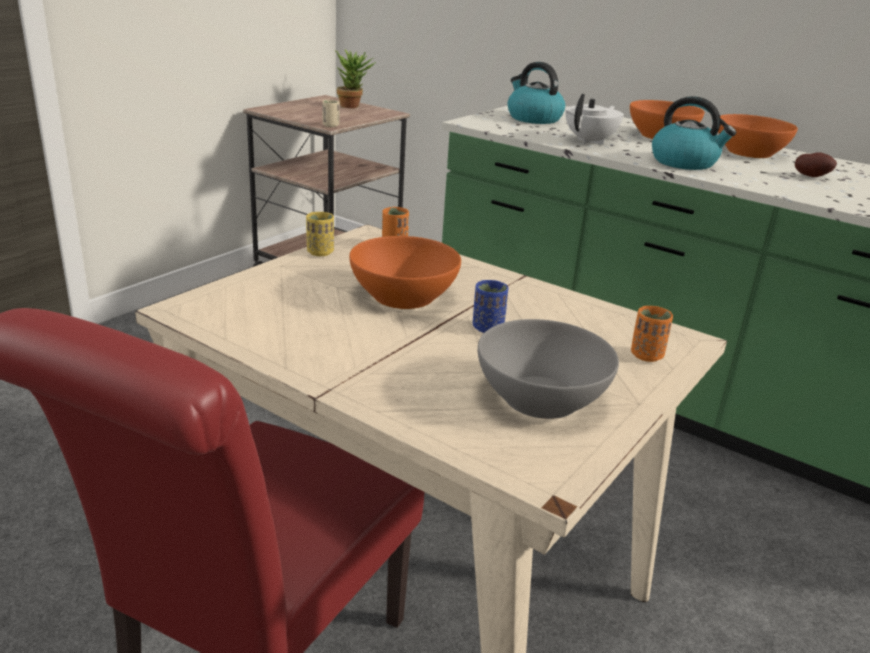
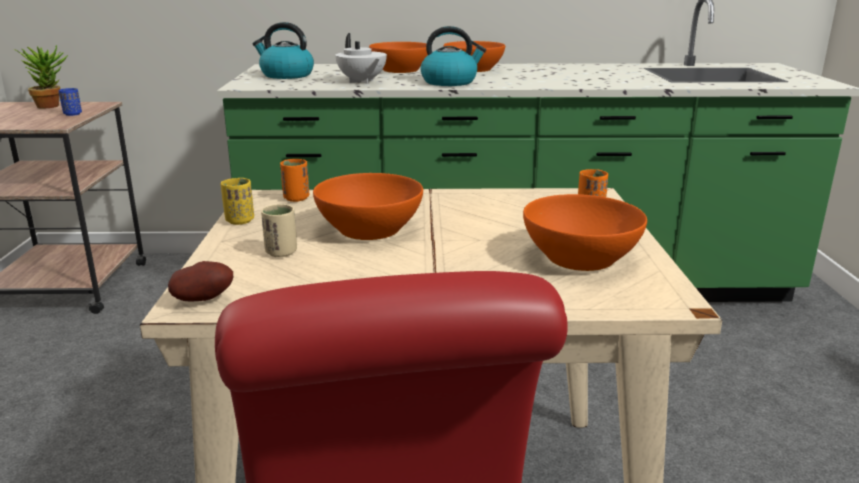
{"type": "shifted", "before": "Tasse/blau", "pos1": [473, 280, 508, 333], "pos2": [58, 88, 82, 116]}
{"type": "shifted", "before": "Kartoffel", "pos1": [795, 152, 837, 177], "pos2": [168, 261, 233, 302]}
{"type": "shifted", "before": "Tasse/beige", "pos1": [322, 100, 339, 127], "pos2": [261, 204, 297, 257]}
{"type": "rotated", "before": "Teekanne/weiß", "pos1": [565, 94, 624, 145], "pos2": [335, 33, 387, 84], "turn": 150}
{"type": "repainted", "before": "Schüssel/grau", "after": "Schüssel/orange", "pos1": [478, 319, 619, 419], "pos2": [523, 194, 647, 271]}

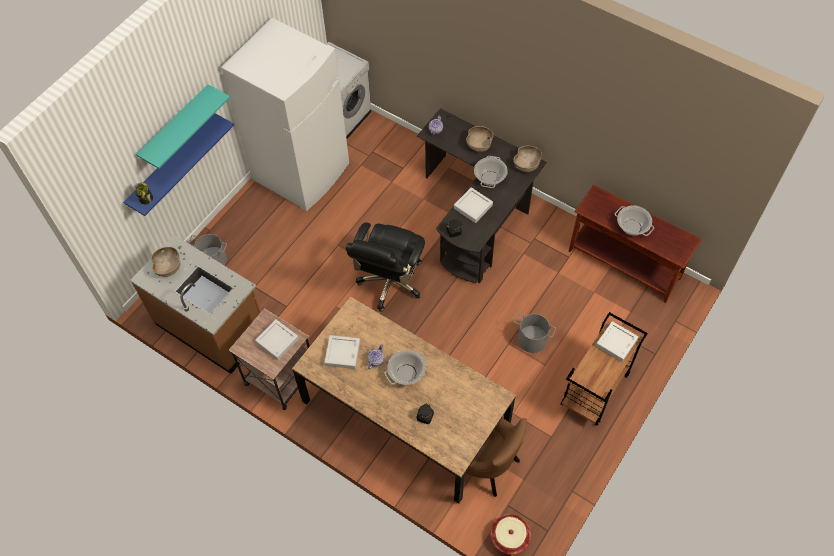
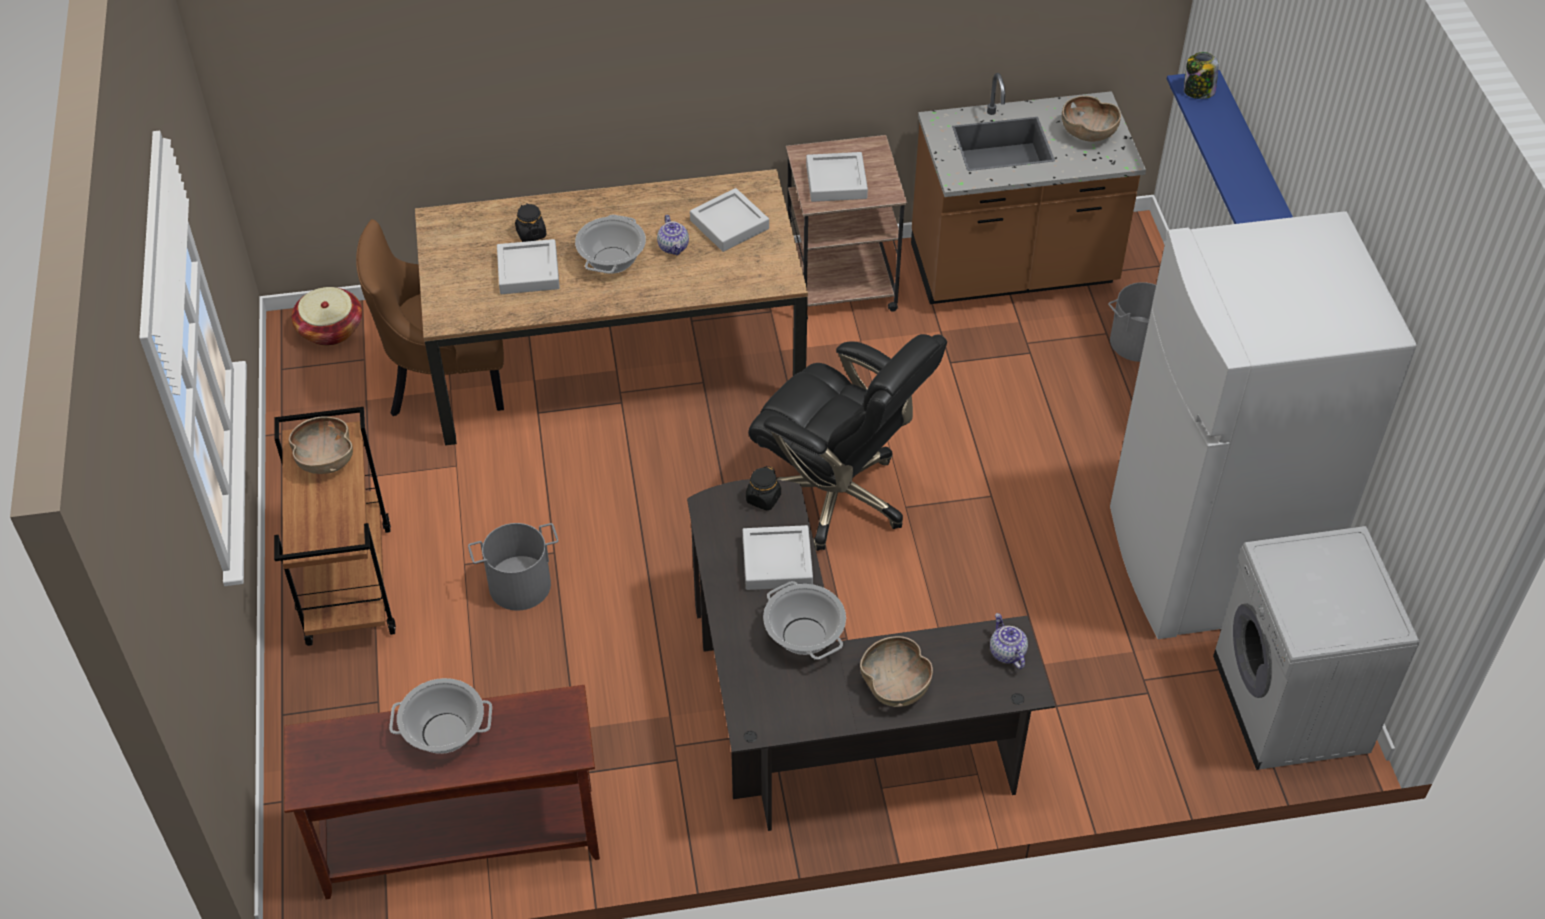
{"type": "shifted", "before": "Schüssel/braun", "pos1": [514, 146, 542, 172], "pos2": [289, 417, 353, 474]}
{"type": "shifted", "before": "Tablett/grau", "pos1": [596, 321, 638, 362], "pos2": [497, 239, 560, 294]}
{"type": "rotated", "before": "Bürostuhl/schwarz", "pos1": [346, 223, 425, 312], "pos2": [748, 334, 947, 551], "turn": 150}
{"type": "gone", "before": "Wandregal/türkis", "pos1": [136, 84, 230, 169]}

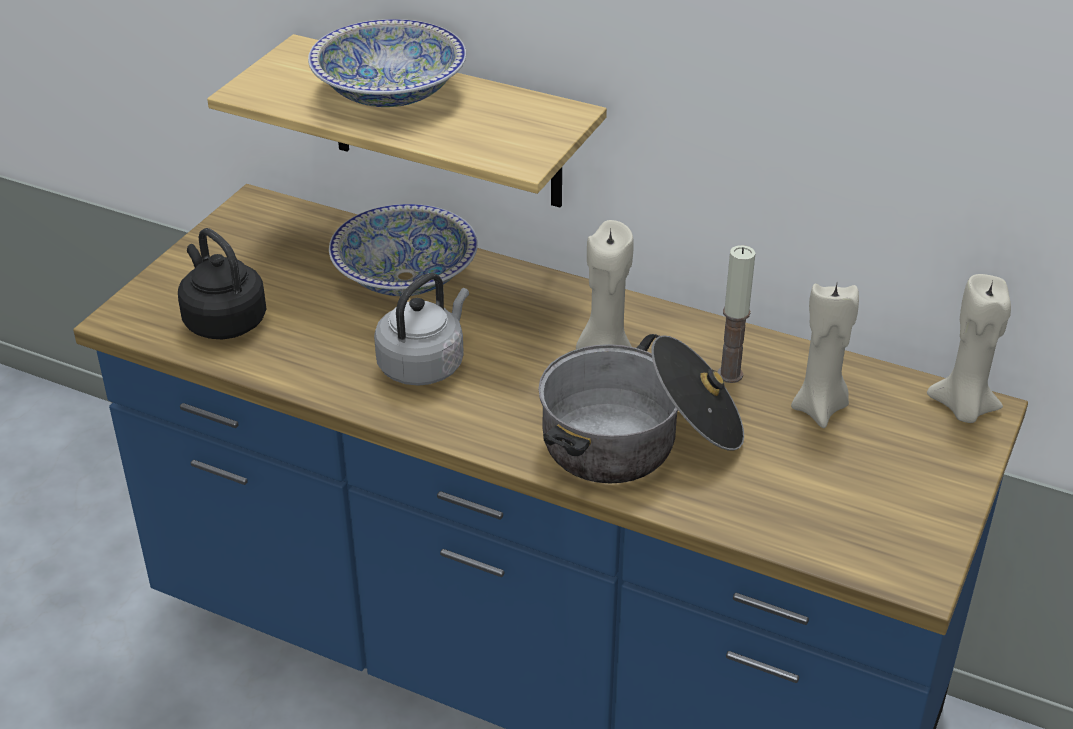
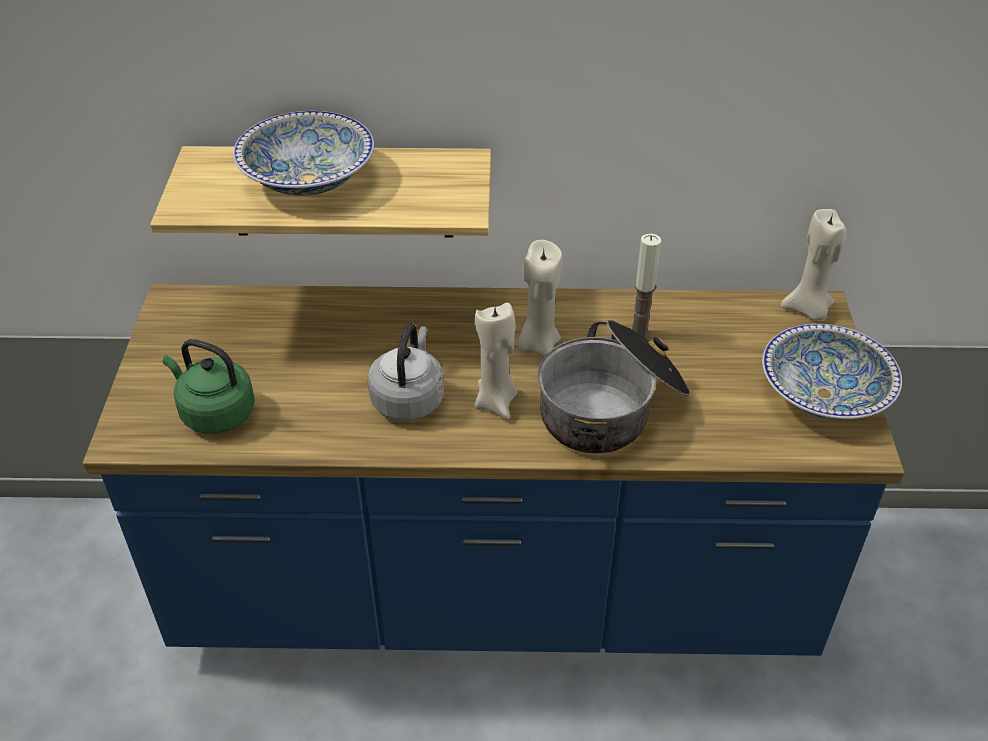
{"type": "repainted", "before": "Wasserkessel/schwarz", "after": "Wasserkessel/grün", "pos1": [178, 228, 267, 339], "pos2": [163, 339, 255, 434]}
{"type": "shifted", "before": "Kerze/beige", "pos1": [791, 283, 859, 428], "pos2": [474, 303, 518, 419]}
{"type": "shifted", "before": "Schüssel", "pos1": [329, 204, 478, 296], "pos2": [762, 324, 902, 420]}

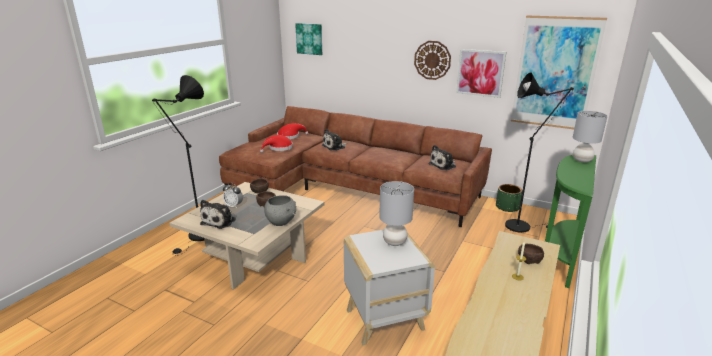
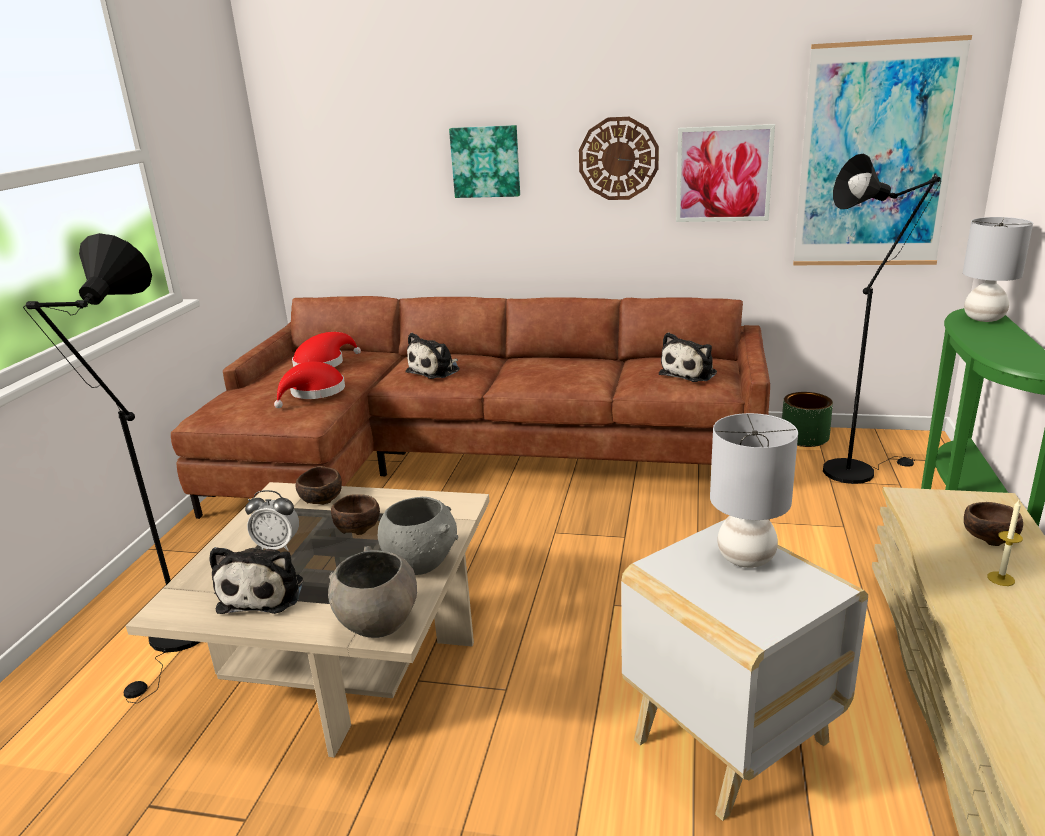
{"type": "new", "after": "Schüssel/grau", "pos2": [328, 546, 417, 638]}
{"type": "shifted", "before": "Bild", "pos1": [295, 23, 322, 55], "pos2": [449, 125, 520, 198]}

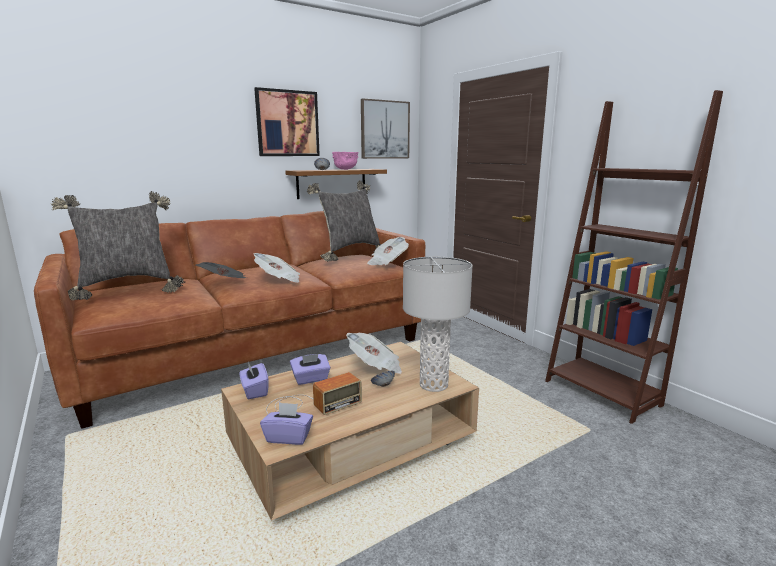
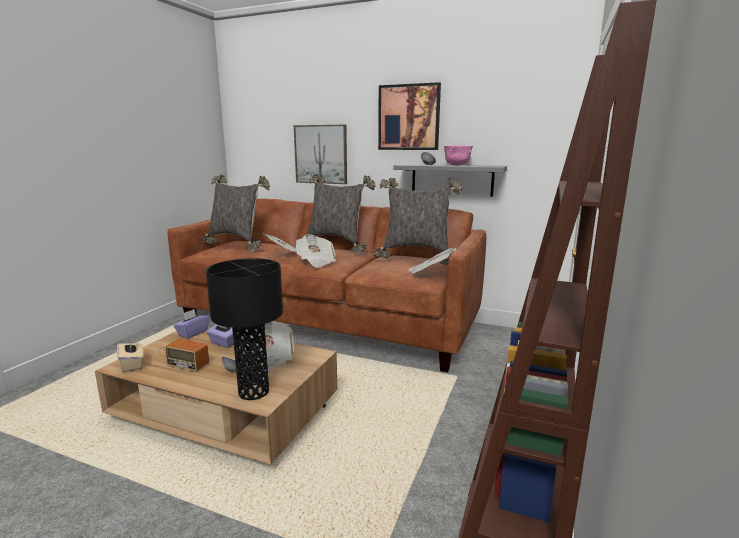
{"type": "repainted", "before": "Taschentuchbox/lila", "after": "Taschentuchbox/beige", "pos1": [260, 402, 313, 445], "pos2": [117, 339, 144, 372]}
{"type": "repainted", "before": "Tischlampe/weiß", "after": "Tischlampe/schwarz", "pos1": [403, 256, 473, 392], "pos2": [206, 258, 283, 400]}
{"type": "shifted", "before": "Bild", "pos1": [361, 99, 410, 159], "pos2": [294, 125, 347, 184]}
{"type": "new", "after": "Kissen", "pos2": [299, 174, 375, 254]}
{"type": "repainted", "before": "Wandregal/braun", "after": "Wandregal/grau", "pos1": [285, 169, 387, 199], "pos2": [393, 164, 507, 197]}

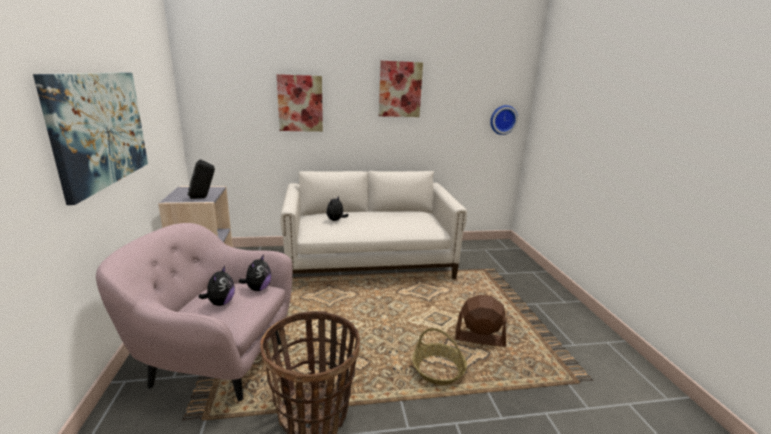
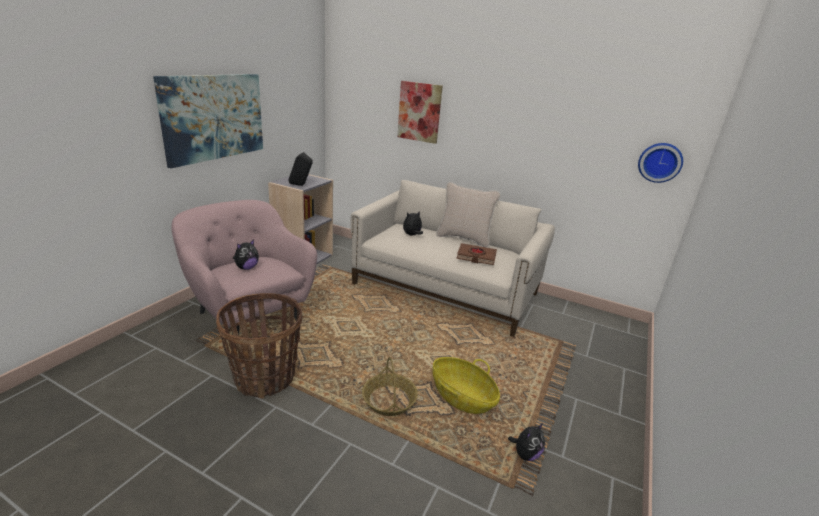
{"type": "swapped", "before": "Ventilator/braun", "after": "Korb", "pos1": [456, 295, 507, 347], "pos2": [432, 357, 500, 414]}
{"type": "new", "after": "Kissen/beige", "pos2": [436, 182, 500, 248]}
{"type": "new", "after": "Buch/braun", "pos2": [457, 243, 497, 265]}
{"type": "shifted", "before": "Plüschtier", "pos1": [239, 254, 271, 291], "pos2": [508, 423, 545, 461]}
{"type": "gone", "before": "Bild", "pos1": [379, 61, 423, 117]}

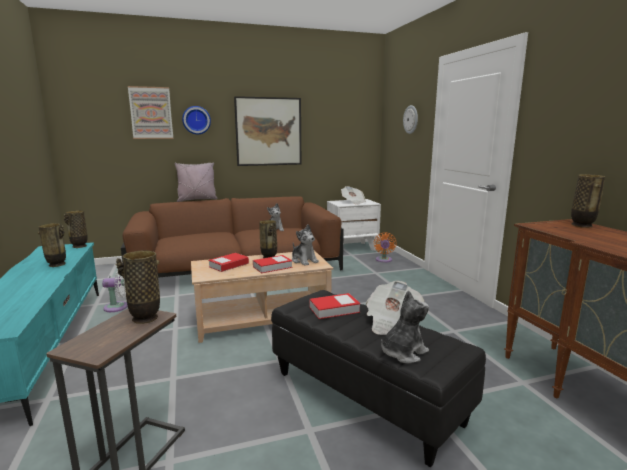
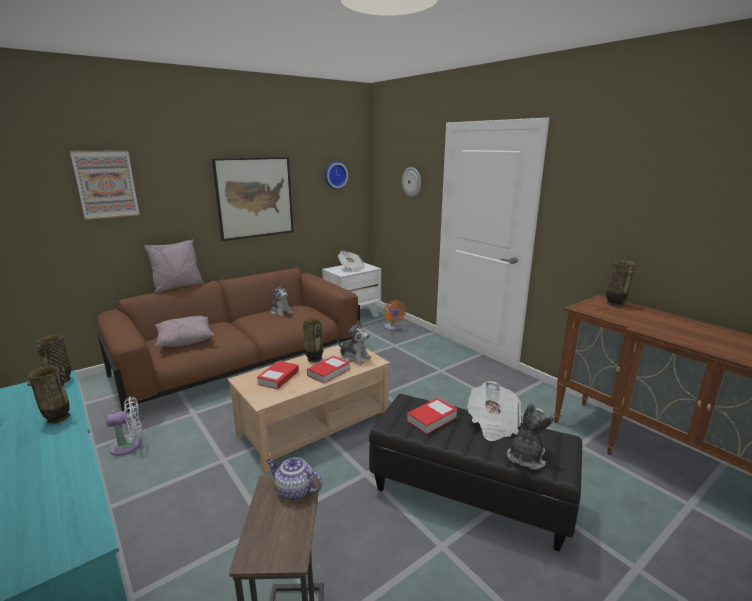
{"type": "new", "after": "Kissen/lila", "pos2": [155, 316, 215, 347]}
{"type": "swapped", "before": "Vase", "after": "Teekanne", "pos1": [115, 251, 160, 324], "pos2": [266, 457, 322, 501]}
{"type": "shifted", "before": "Wanduhr", "pos1": [182, 106, 211, 134], "pos2": [325, 161, 348, 190]}

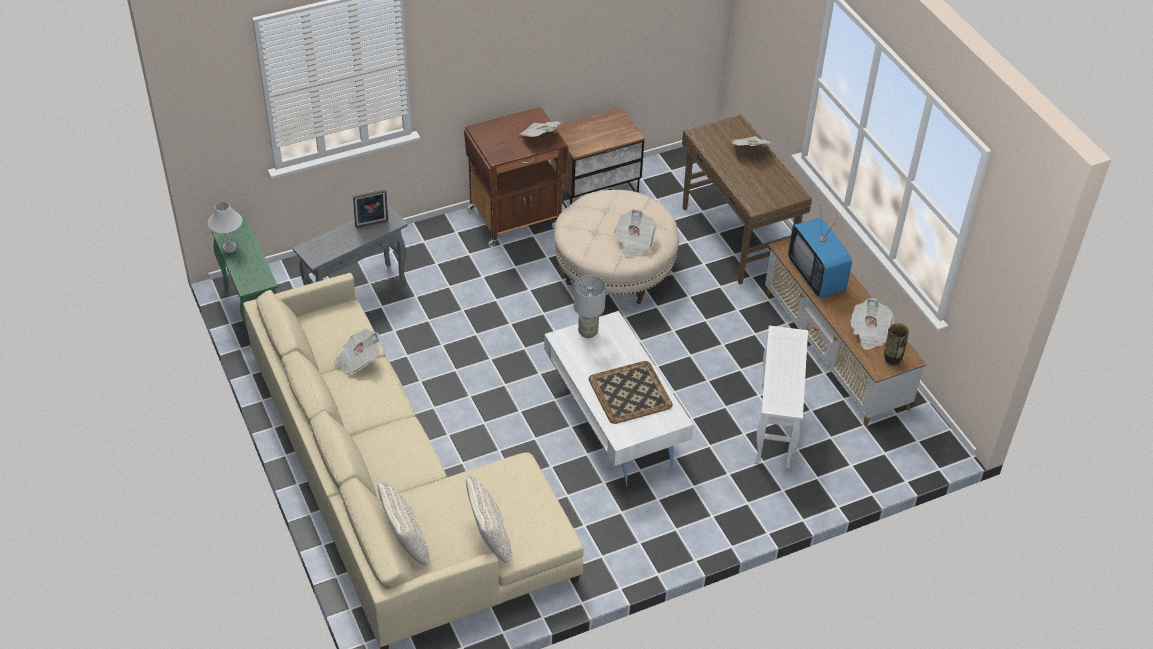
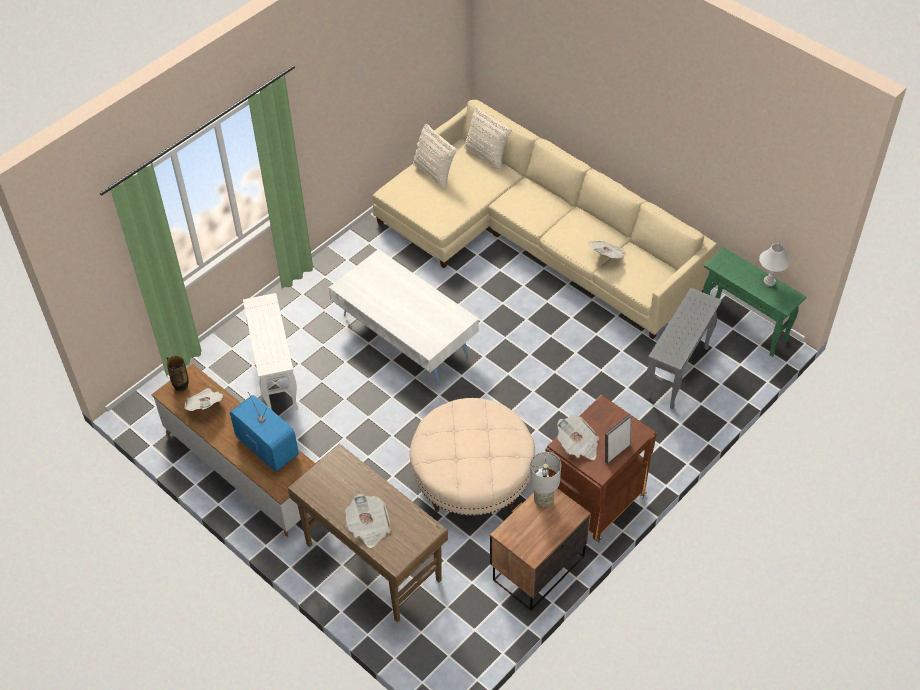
{"type": "shifted", "before": "Tischlampe/grau", "pos1": [574, 275, 606, 338], "pos2": [529, 452, 561, 507]}
{"type": "shifted", "before": "Bilderrahmen", "pos1": [353, 189, 388, 228], "pos2": [605, 414, 632, 464]}
{"type": "gone", "before": "Tablett", "pos1": [589, 361, 673, 424]}
{"type": "gone", "before": "Zeitung", "pos1": [614, 209, 657, 257]}

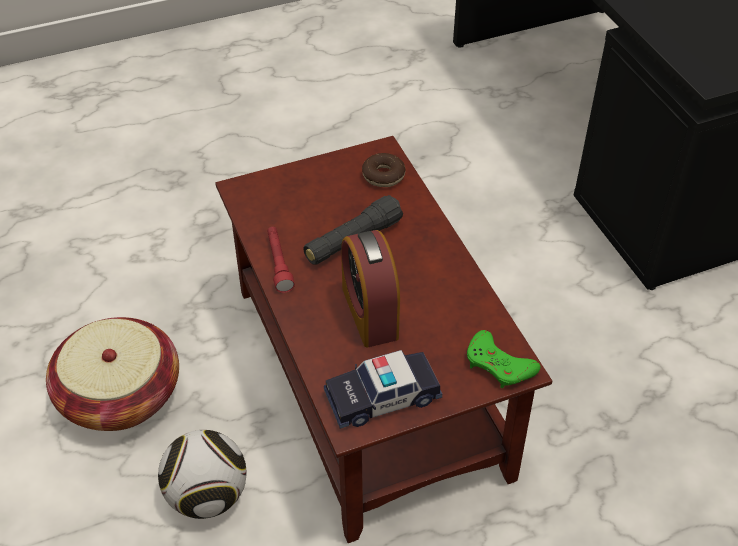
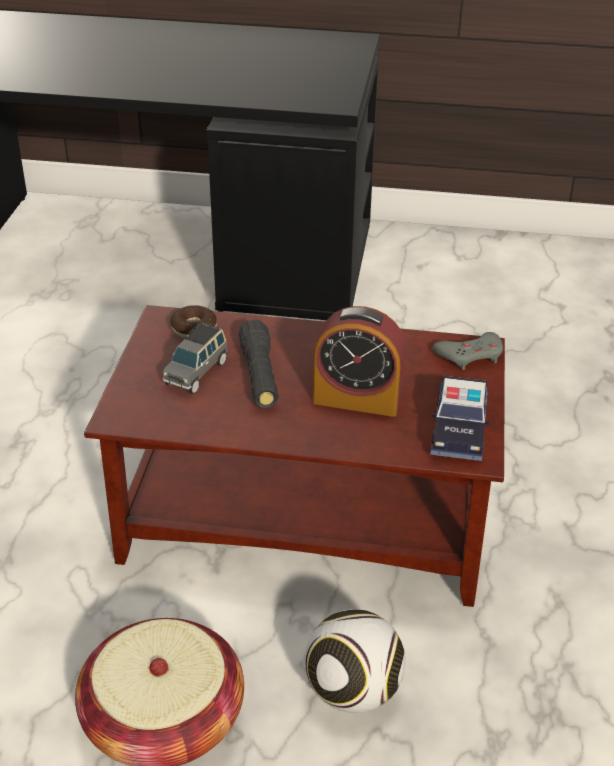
{"type": "new", "after": "Spielzeugauto/grau", "pos2": [163, 322, 228, 394]}
{"type": "repainted", "before": "Gamepad/grün", "after": "Gamepad/grau", "pos1": [467, 330, 540, 389], "pos2": [433, 332, 503, 370]}
{"type": "gone", "before": "Taschenlampe/rot", "pos1": [267, 227, 295, 293]}

